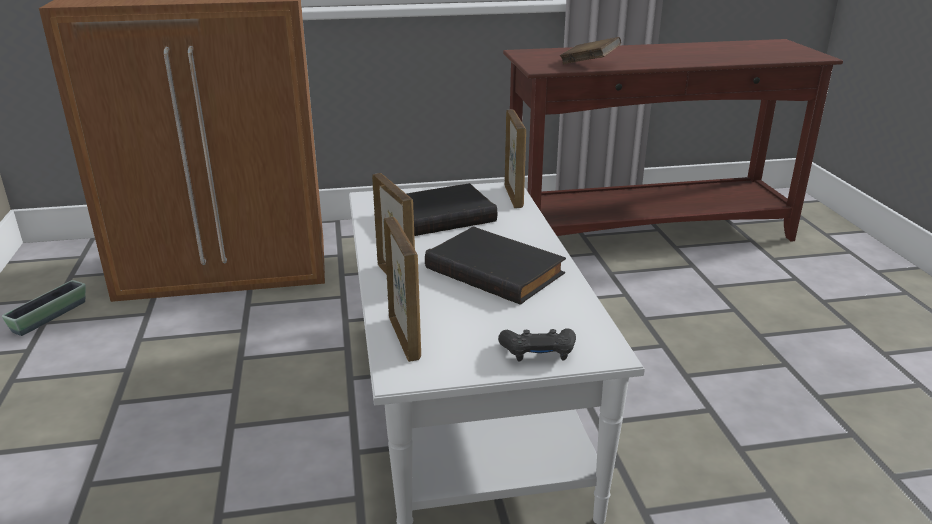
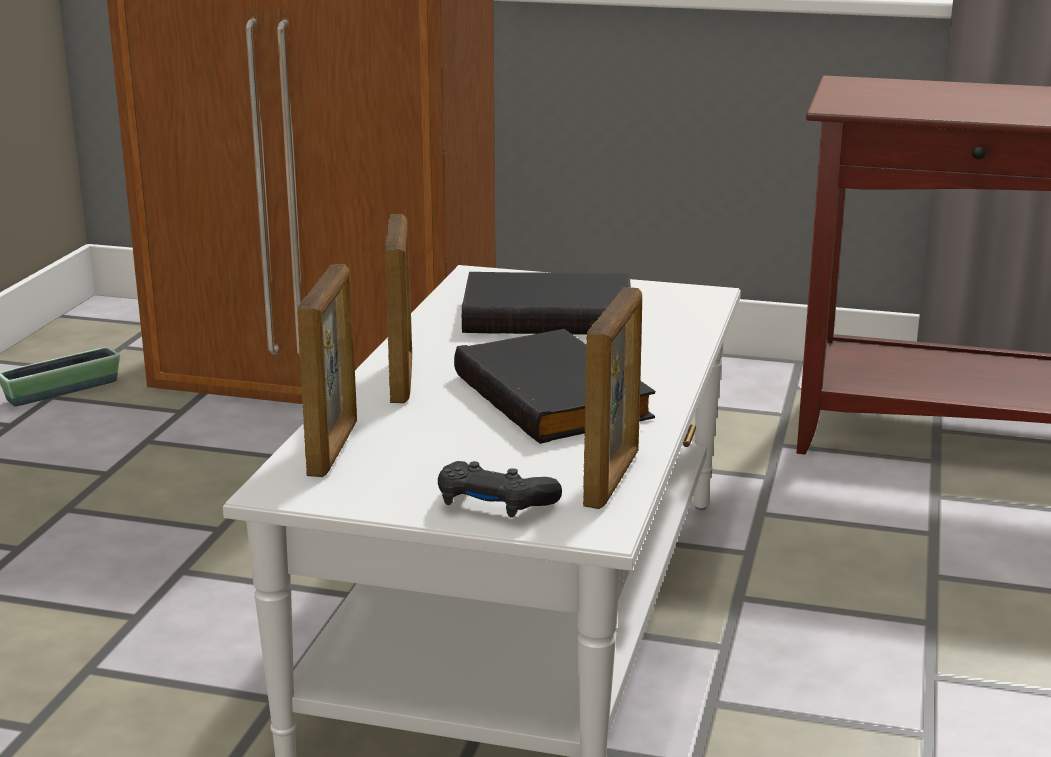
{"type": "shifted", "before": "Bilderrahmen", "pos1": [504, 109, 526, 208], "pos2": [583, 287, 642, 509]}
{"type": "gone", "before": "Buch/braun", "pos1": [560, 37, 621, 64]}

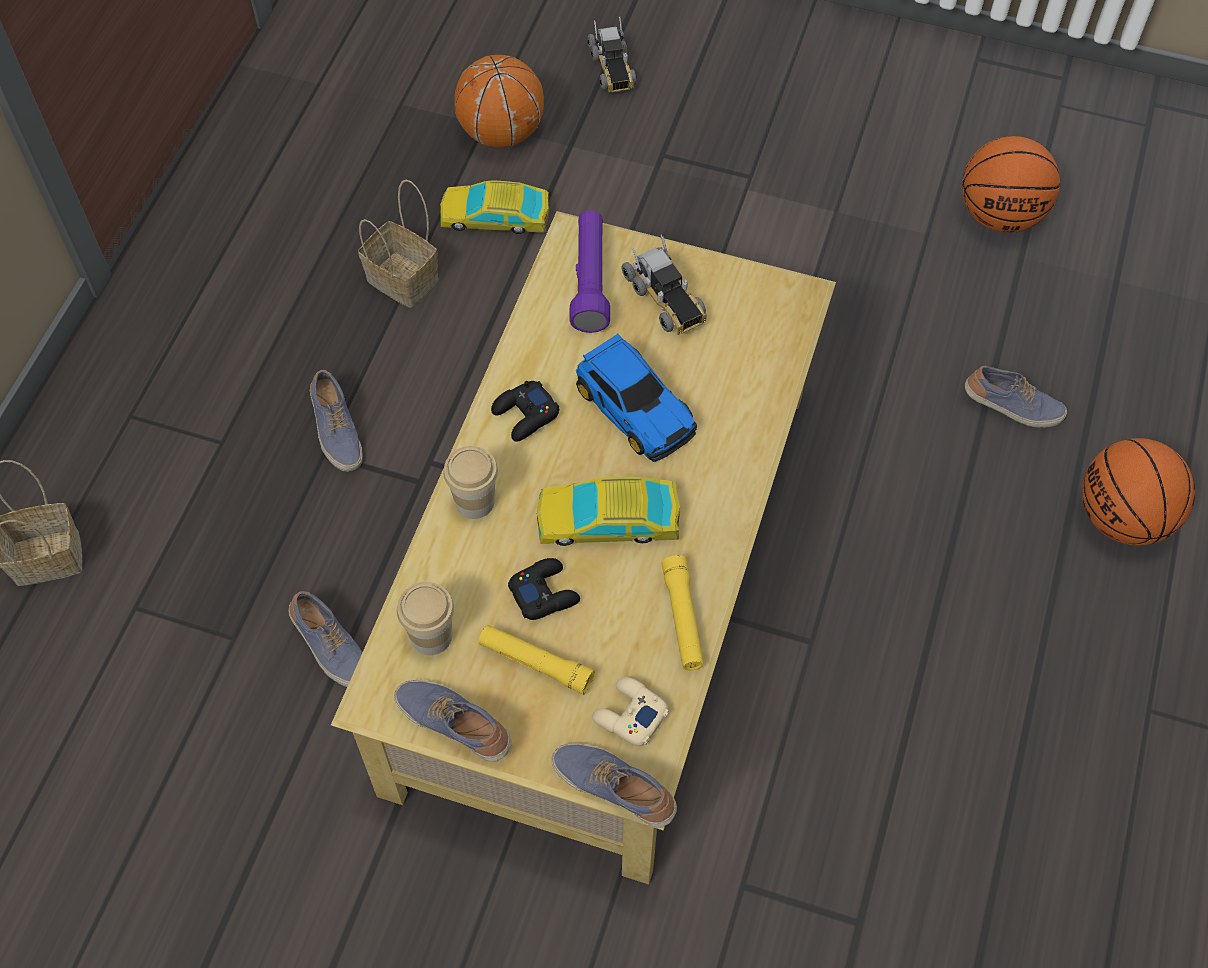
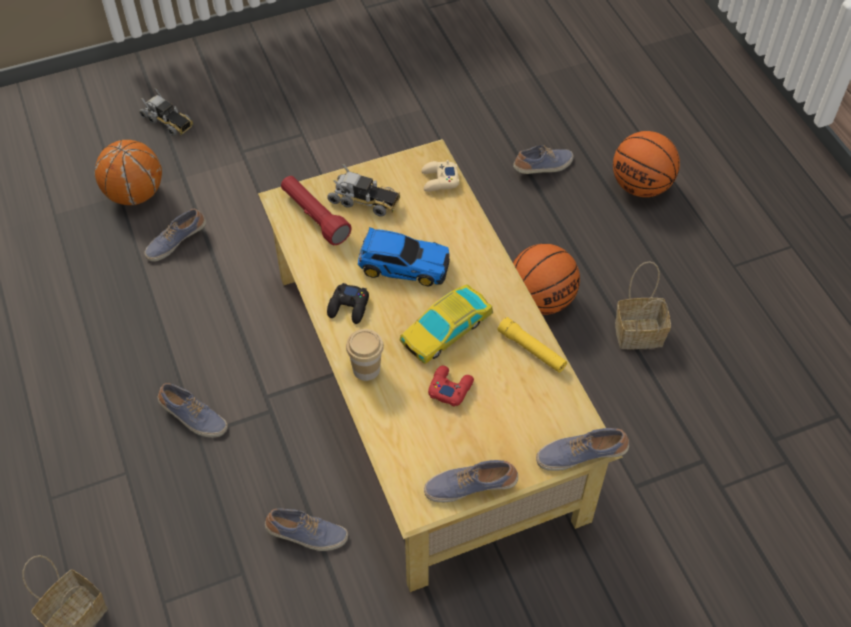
{"type": "swapped", "before": "Spielzeugauto", "after": "Schuh", "pos1": [440, 180, 549, 234], "pos2": [144, 209, 206, 262]}
{"type": "repainted", "before": "Taschenlampe/lila", "after": "Taschenlampe/rot", "pos1": [569, 210, 610, 333], "pos2": [281, 176, 352, 245]}
{"type": "shifted", "before": "Gamepad/beige", "pos1": [592, 677, 669, 746], "pos2": [421, 160, 459, 192]}
{"type": "repainted", "before": "Gamepad/schwarz", "after": "Gamepad/rot", "pos1": [508, 558, 580, 620], "pos2": [428, 366, 474, 407]}
{"type": "shifted", "before": "Basketball", "pos1": [962, 136, 1060, 233], "pos2": [513, 244, 580, 315]}
{"type": "shifted", "before": "Korb", "pos1": [358, 180, 438, 308], "pos2": [615, 261, 671, 349]}
{"type": "gone", "before": "Tasse", "pos1": [397, 582, 454, 655]}
{"type": "gone", "before": "Taschenlampe/gelb", "pos1": [478, 625, 595, 695]}

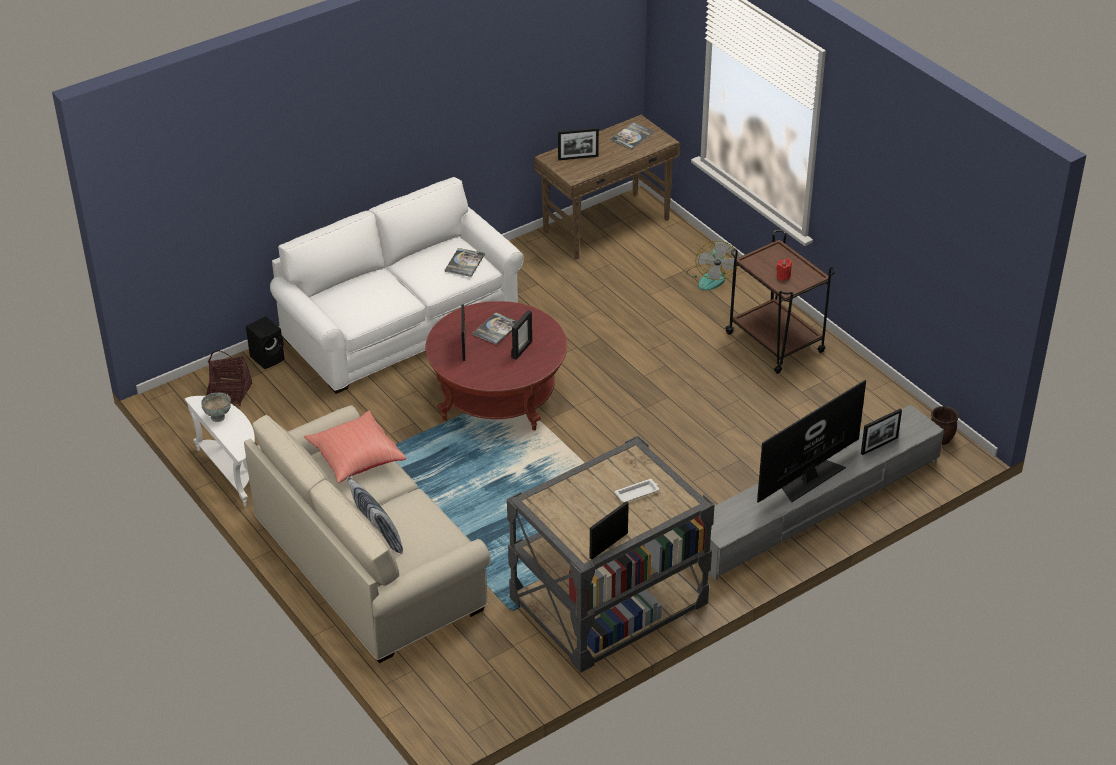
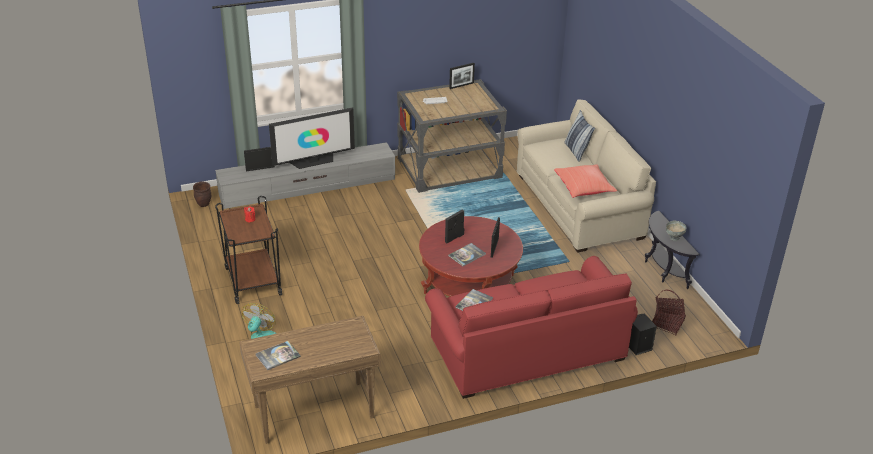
{"type": "repainted", "before": "Sofa/weiß", "after": "Sofa/rot", "pos1": [270, 177, 524, 394], "pos2": [425, 256, 638, 399]}
{"type": "repainted", "before": "Beistelltisch/weiß", "after": "Beistelltisch/schwarz", "pos1": [184, 396, 255, 506], "pos2": [645, 211, 700, 289]}
{"type": "gone", "before": "Bilderrahmen", "pos1": [558, 128, 599, 160]}

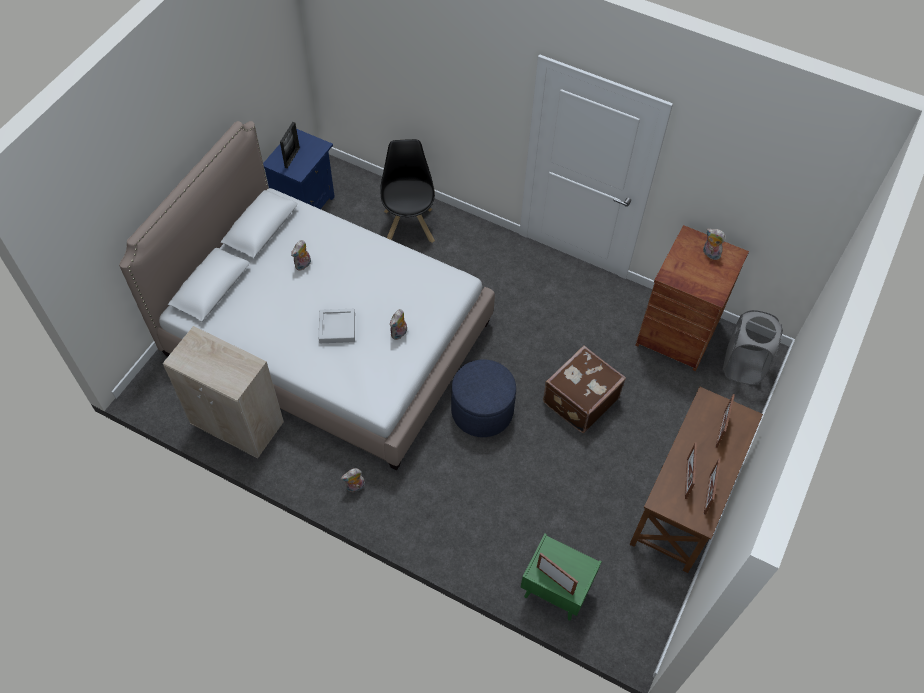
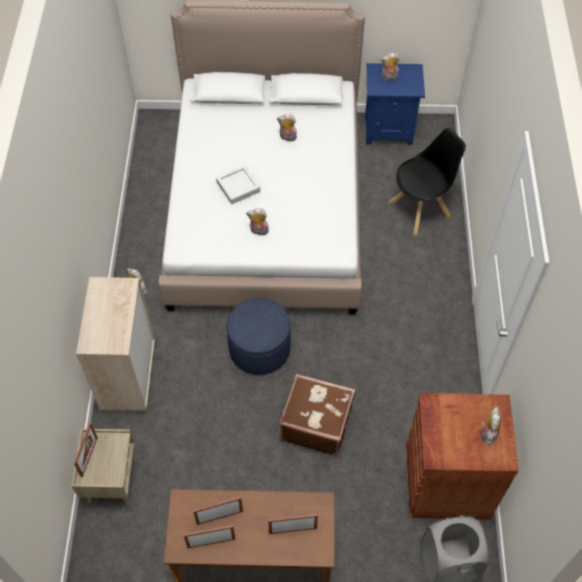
{"type": "repainted", "before": "Nachttisch/grün", "after": "Nachttisch/beige", "pos1": [521, 533, 602, 621], "pos2": [71, 429, 135, 505]}
{"type": "shifted", "before": "Schrank/beige", "pos1": [163, 326, 284, 458], "pos2": [76, 277, 155, 411]}
{"type": "swapped", "before": "Bilderrahmen", "after": "Plüschtier", "pos1": [280, 122, 300, 168], "pos2": [381, 53, 399, 81]}

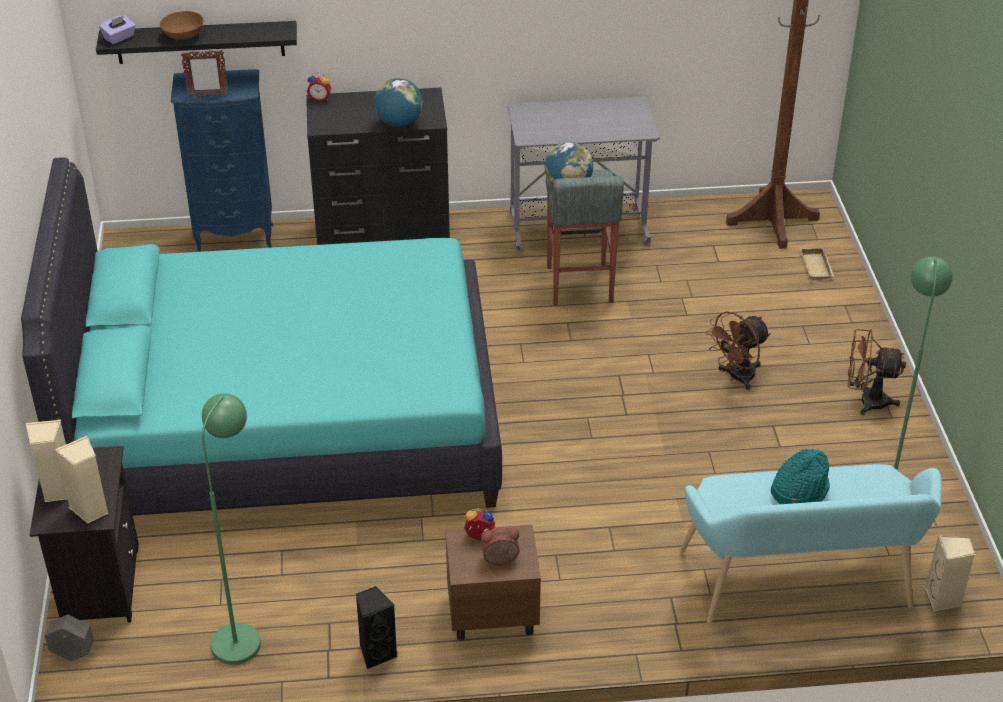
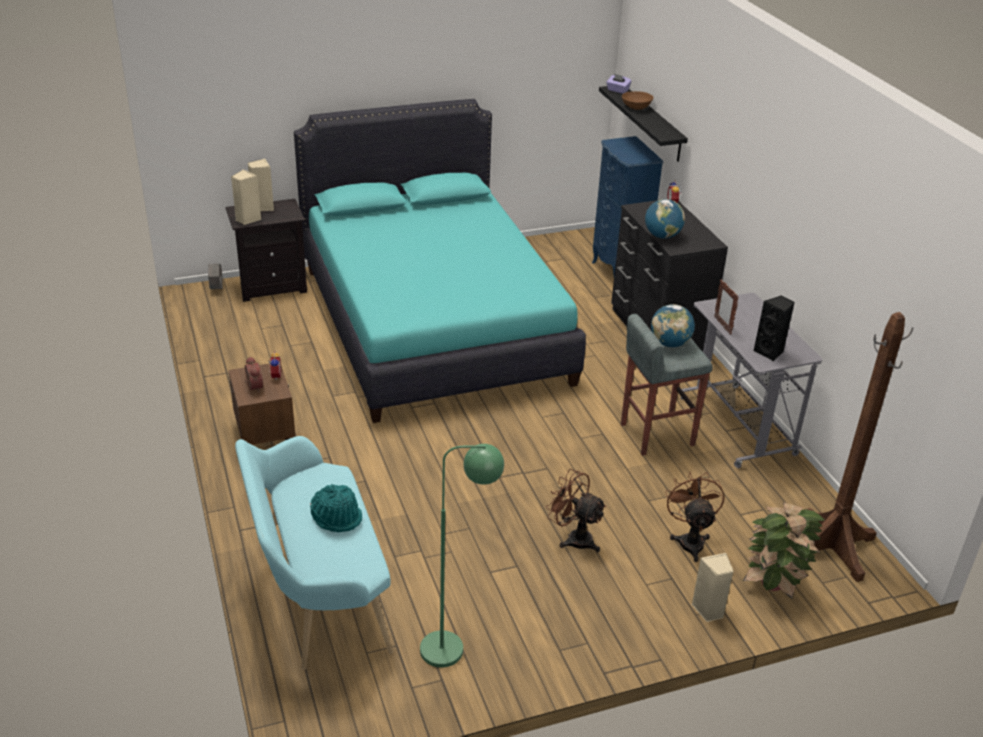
{"type": "shifted", "before": "Ventilator/braun", "pos1": [848, 329, 906, 415], "pos2": [665, 472, 725, 562]}
{"type": "shifted", "before": "Lautsprecher/beige", "pos1": [925, 535, 975, 612], "pos2": [692, 553, 734, 622]}
{"type": "shifted", "before": "Bilderrahmen", "pos1": [181, 50, 229, 97], "pos2": [714, 279, 739, 335]}
{"type": "swapped", "before": "Tablett/beige", "after": "Topfpflanze", "pos1": [800, 247, 834, 281], "pos2": [743, 503, 824, 599]}
{"type": "shifted", "before": "Lautsprecher/schwarz", "pos1": [356, 586, 398, 669], "pos2": [754, 296, 795, 361]}
{"type": "gone", "before": "Stehlampe/grün", "pos1": [202, 393, 261, 665]}

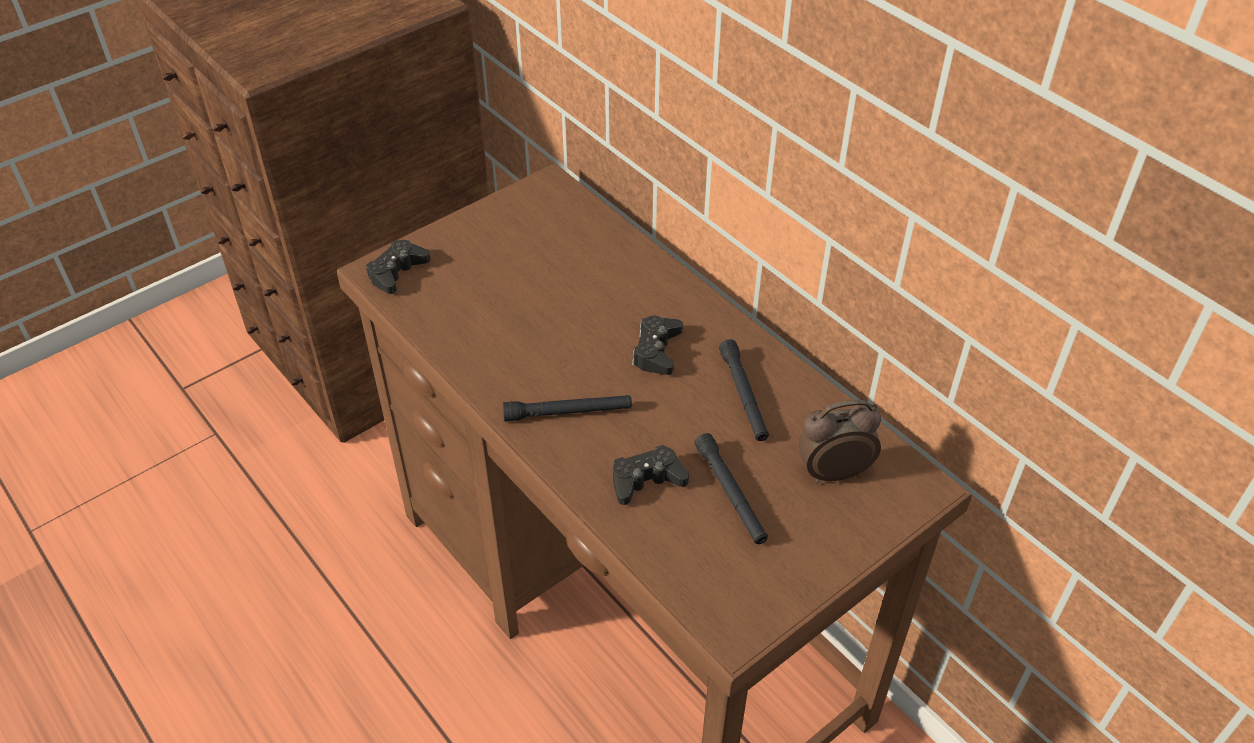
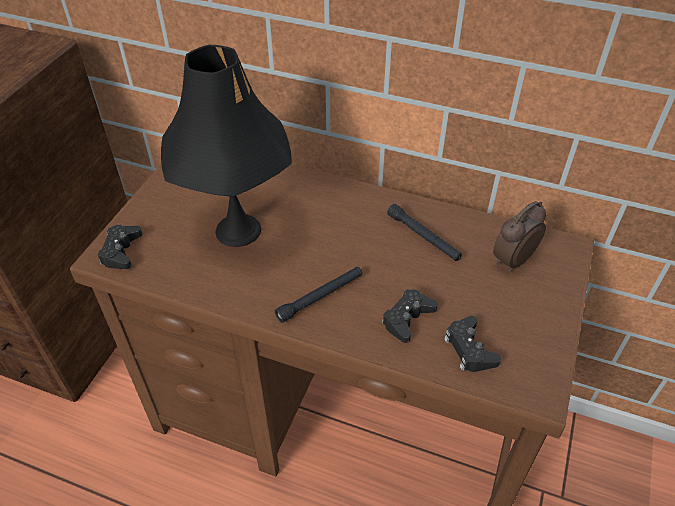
{"type": "new", "after": "Tischlampe/schwarz", "pos2": [161, 45, 292, 247]}
{"type": "shifted", "before": "Gamepad/schwarz", "pos1": [632, 316, 683, 375], "pos2": [444, 316, 501, 372]}
{"type": "gone", "before": "Taschenlampe/schwarz", "pos1": [694, 433, 768, 544]}

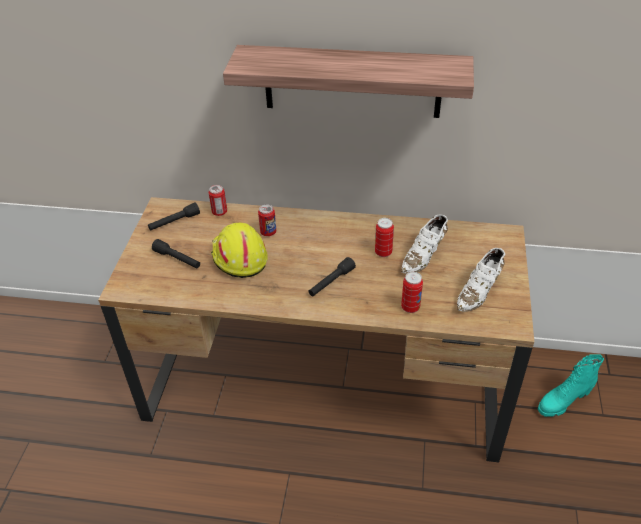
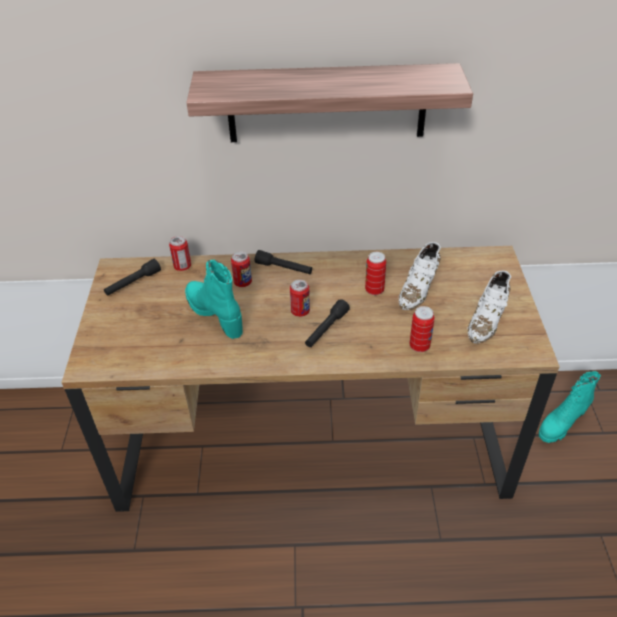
{"type": "swapped", "before": "Schutzhelm/gelb", "after": "Stiefel/türkis", "pos1": [211, 223, 268, 278], "pos2": [185, 260, 243, 339]}
{"type": "shifted", "before": "Taschenlampe/schwarz", "pos1": [152, 239, 200, 268], "pos2": [255, 250, 312, 274]}
{"type": "new", "after": "Dose", "pos2": [290, 280, 310, 317]}

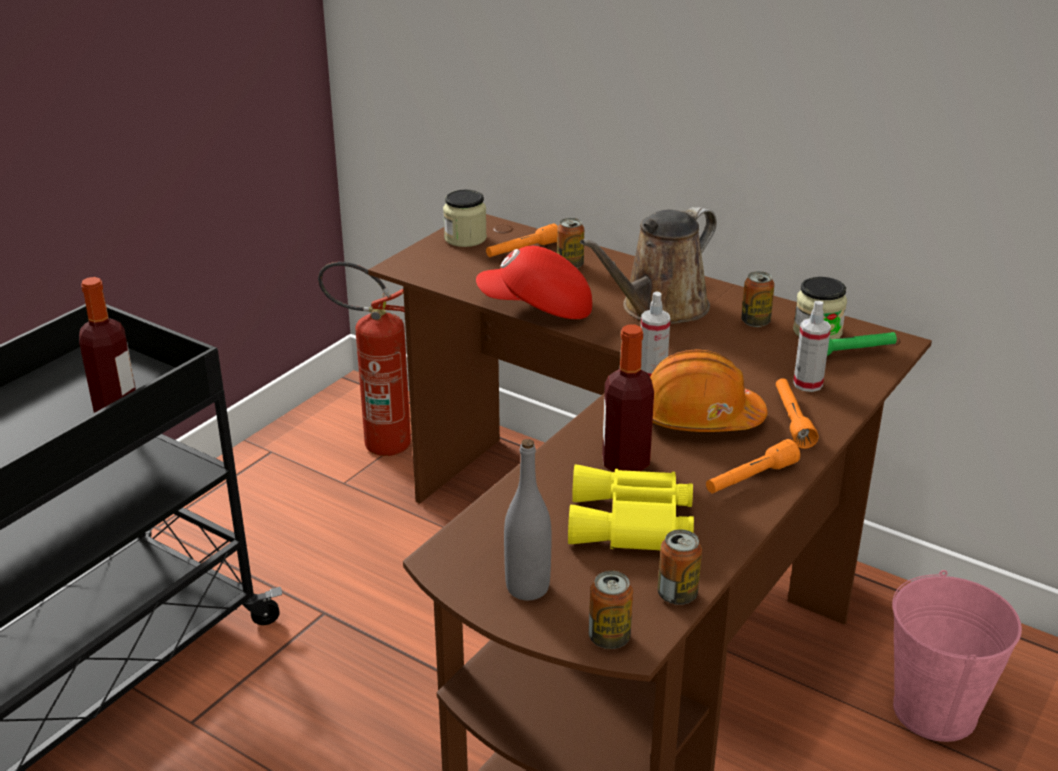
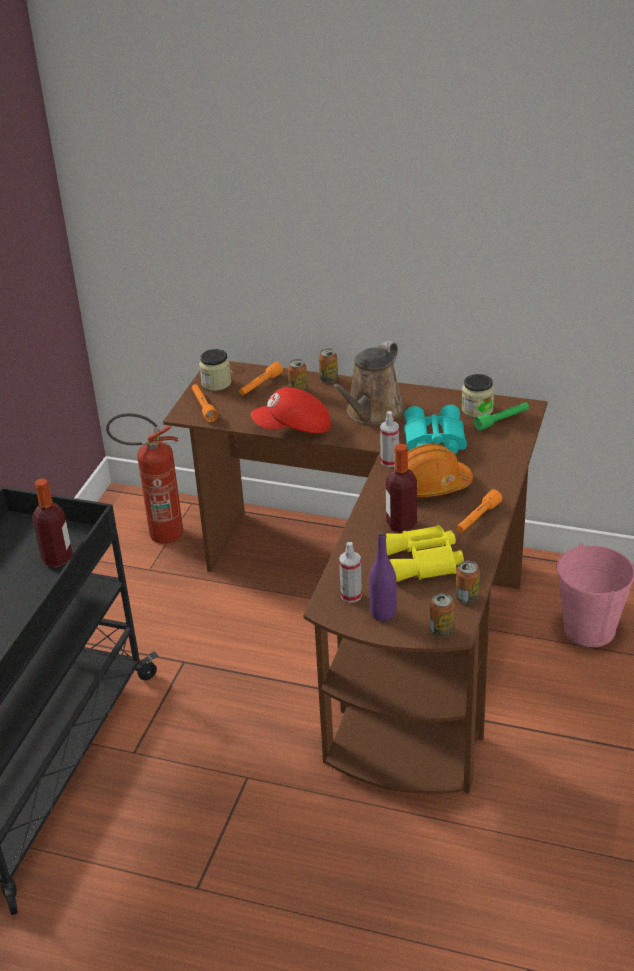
{"type": "shifted", "before": "Taschenlampe/orange", "pos1": [776, 378, 819, 449], "pos2": [192, 384, 218, 422]}
{"type": "shifted", "before": "Dose", "pos1": [741, 271, 774, 327], "pos2": [319, 348, 338, 383]}
{"type": "shifted", "before": "Sprühflasche", "pos1": [793, 301, 831, 392], "pos2": [339, 542, 362, 603]}
{"type": "repainted", "before": "Flasche/grau", "after": "Flasche/lila", "pos1": [504, 439, 552, 601], "pos2": [369, 531, 397, 621]}
{"type": "new", "after": "Fernglas/türkis", "pos2": [404, 405, 467, 454]}

